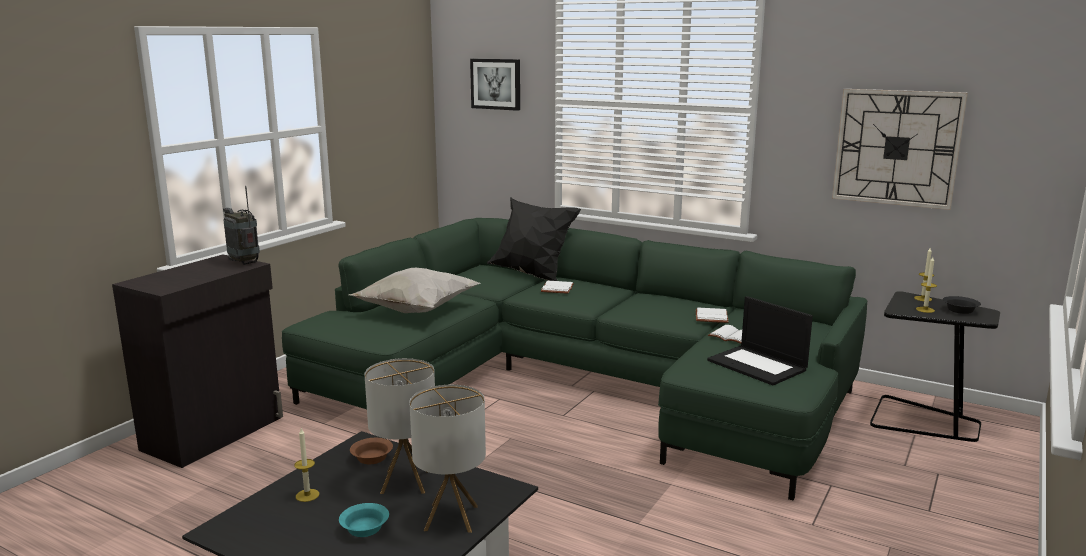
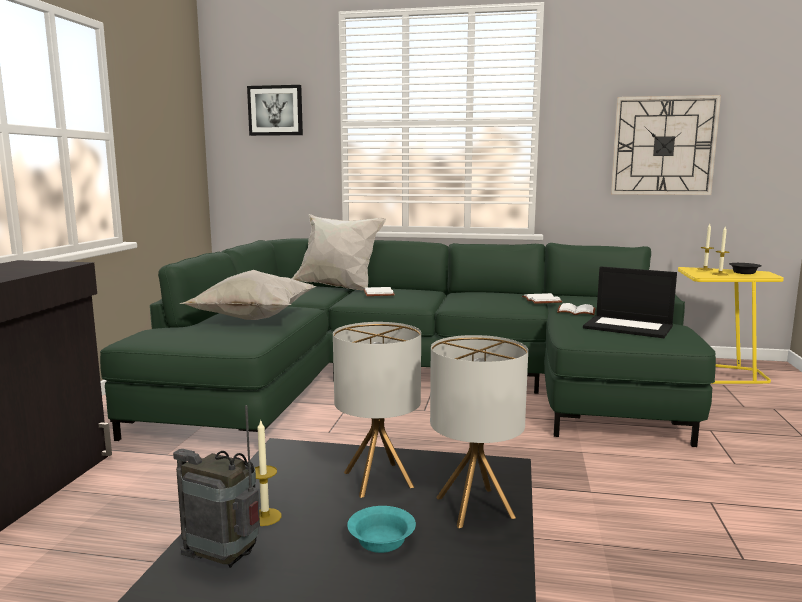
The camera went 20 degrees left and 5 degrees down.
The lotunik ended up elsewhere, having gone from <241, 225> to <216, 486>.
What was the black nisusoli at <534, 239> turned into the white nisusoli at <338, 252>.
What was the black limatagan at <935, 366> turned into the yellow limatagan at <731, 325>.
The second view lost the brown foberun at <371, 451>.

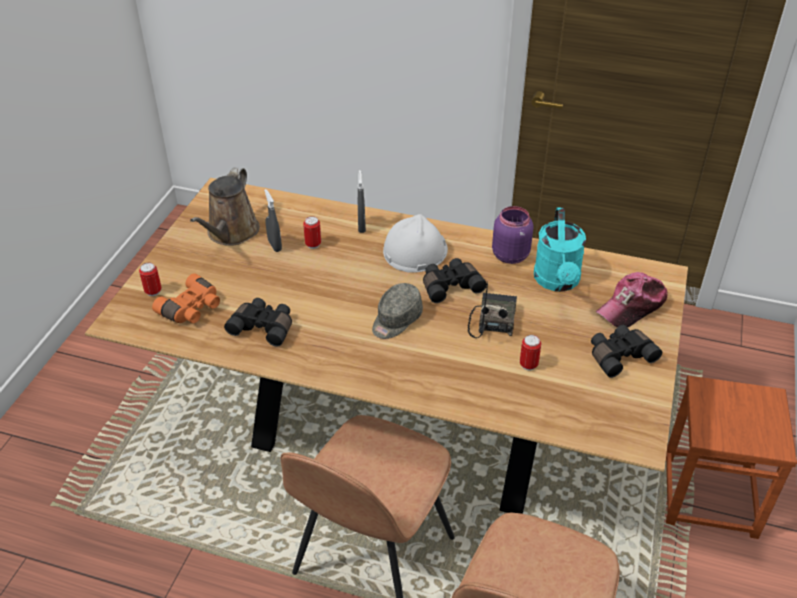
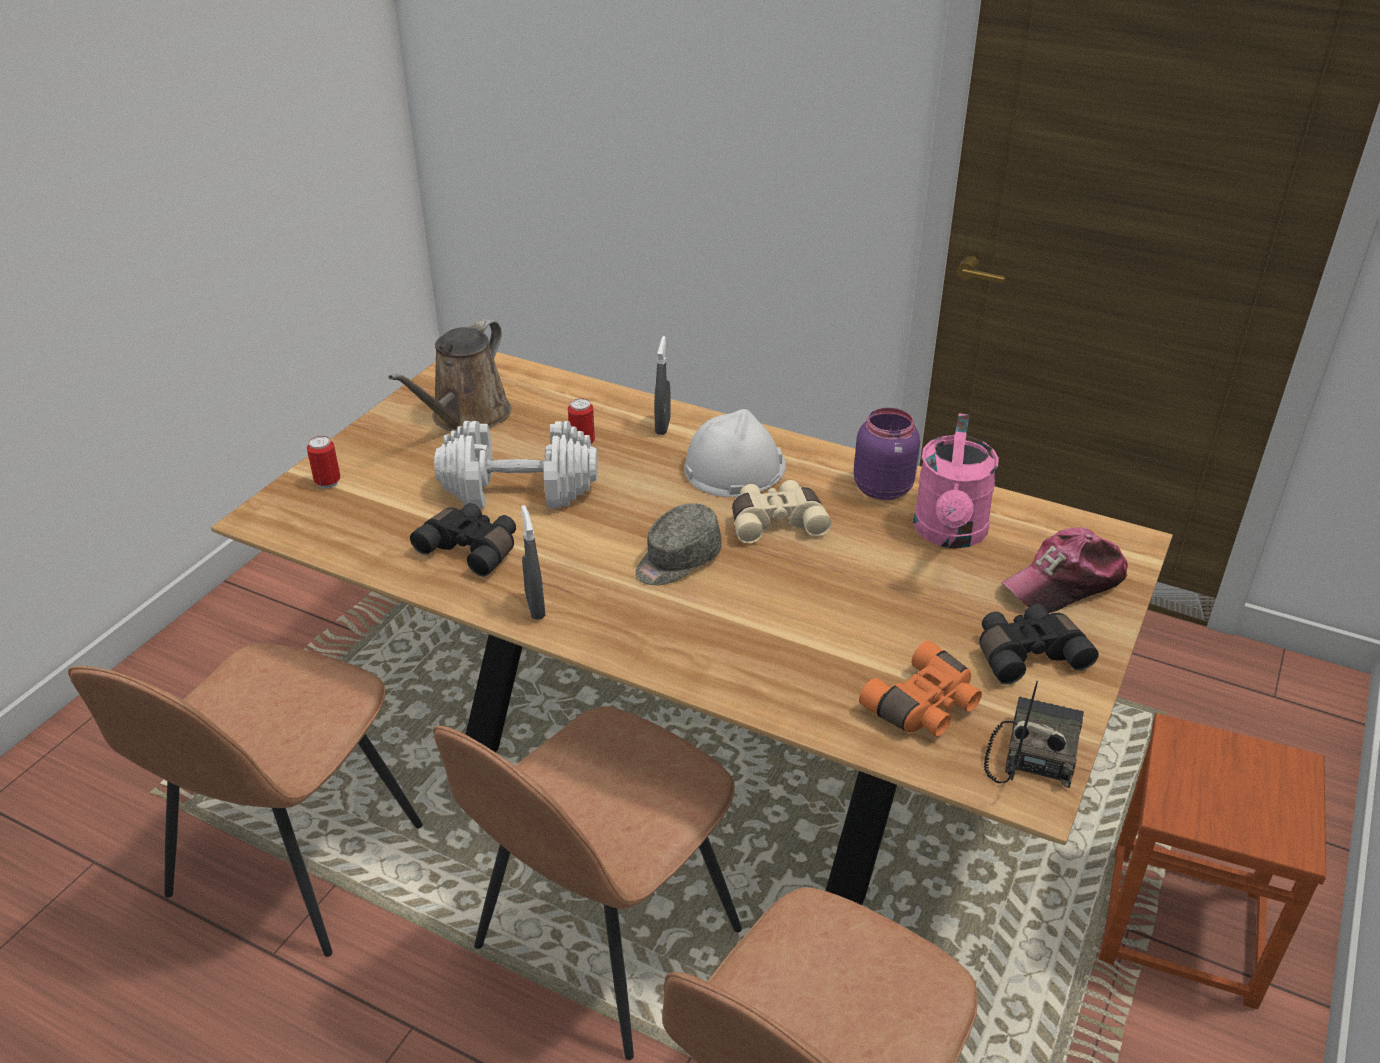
The camera went 10 degrees right and 5 degrees down.
The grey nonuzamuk ended up elsewhere, having gone from <273, 220> to <533, 562>.
What was the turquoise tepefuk at <560, 249> turned into the pink tepefuk at <956, 480>.
What was the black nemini at <455, 280> turned into the beige nemini at <781, 511>.
The orange nemini ended up elsewhere, having gone from <186, 298> to <920, 688>.
The lotunik ended up elsewhere, having gone from <492, 309> to <1034, 734>.
The second view lost the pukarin at <530, 352>.
The second view gained the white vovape at <516, 464>.
The second view gained the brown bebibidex at <245, 800>.

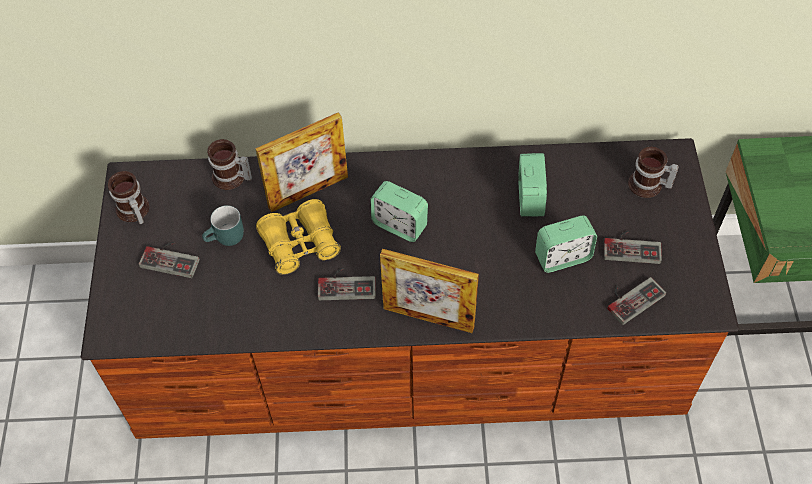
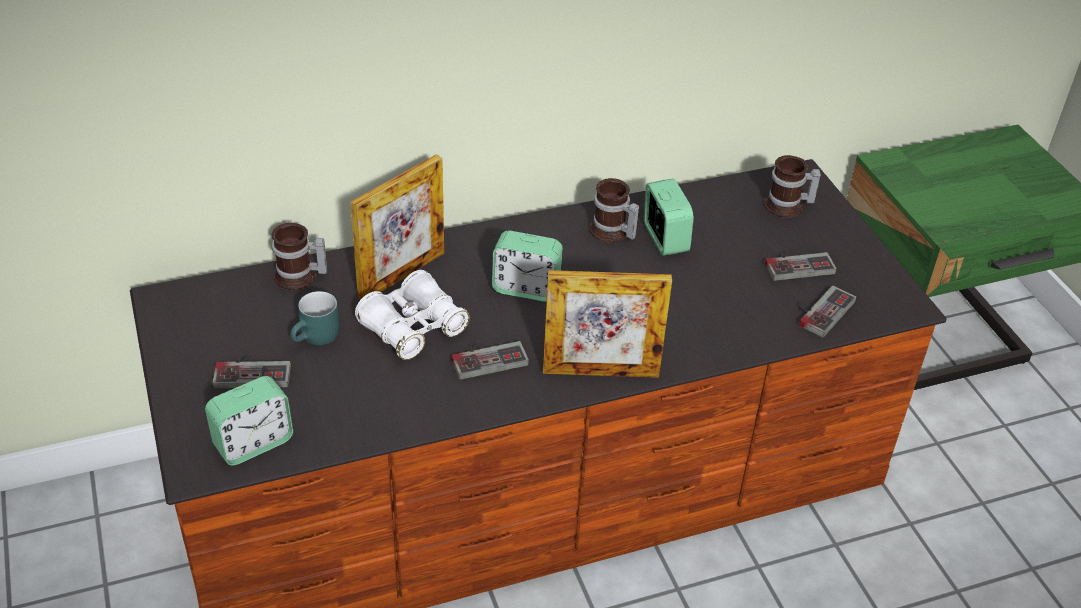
The camera went 20 degrees left and 15 degrees down.
The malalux ended up elsewhere, having gone from <128, 197> to <614, 210>.
What was the yellow nemini at <298, 237> turned into the white nemini at <412, 315>.
The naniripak ended up elsewhere, having gone from <566, 244> to <249, 420>.

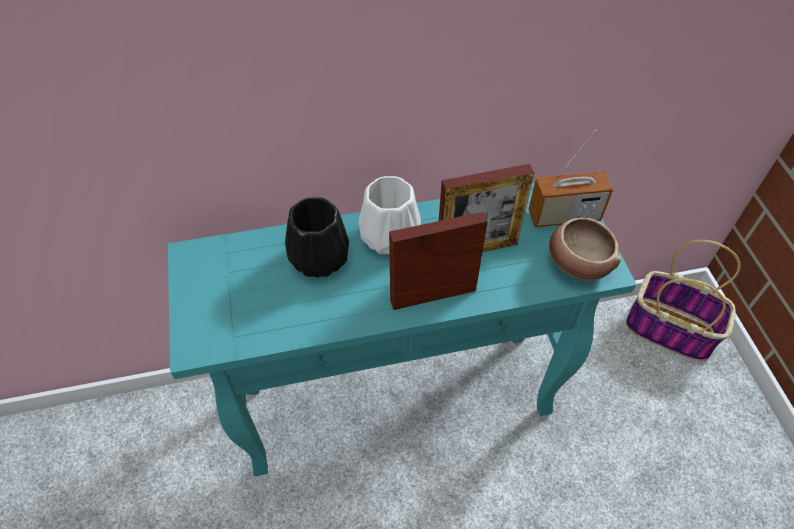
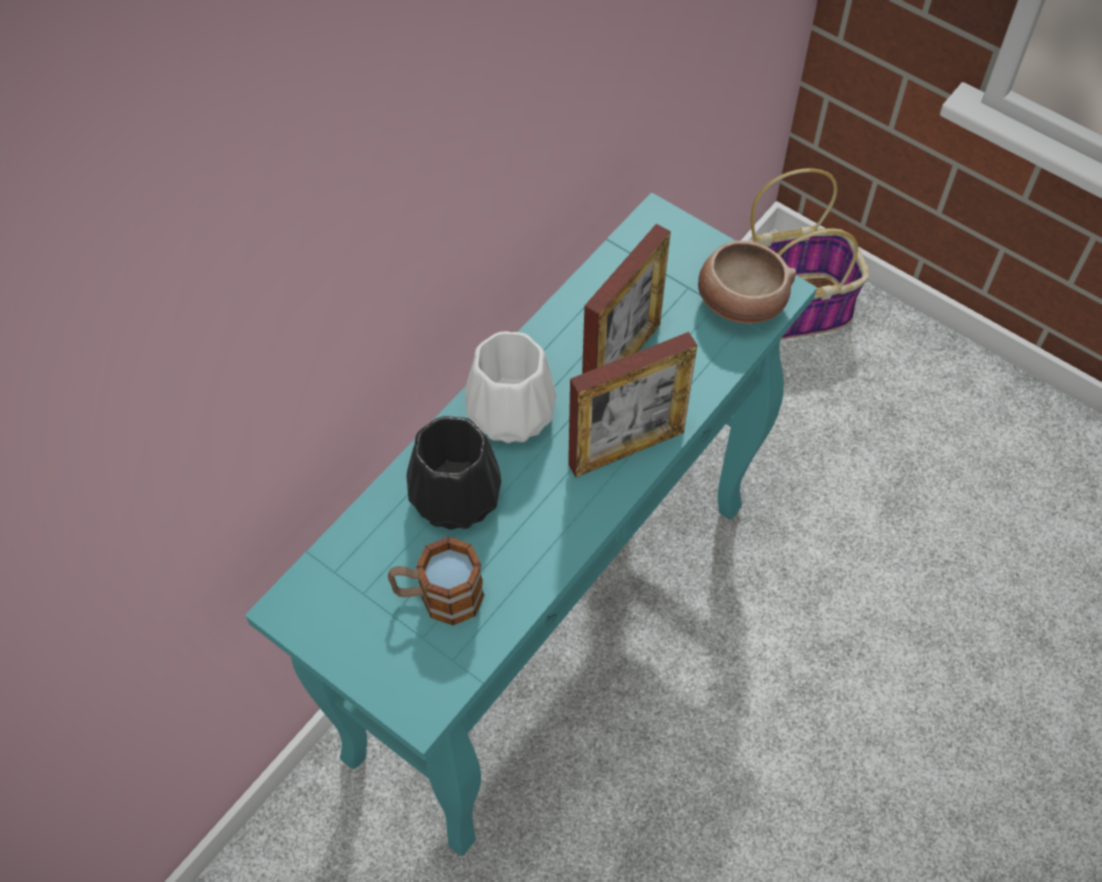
The camera went 40 degrees left and 5 degrees up.
The second view lost the lotunik at <571, 178>.
The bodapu at <438, 261> ended up facing another way, 150 degrees counterclockwise from before.
The second view gained the malalux at <436, 581>.

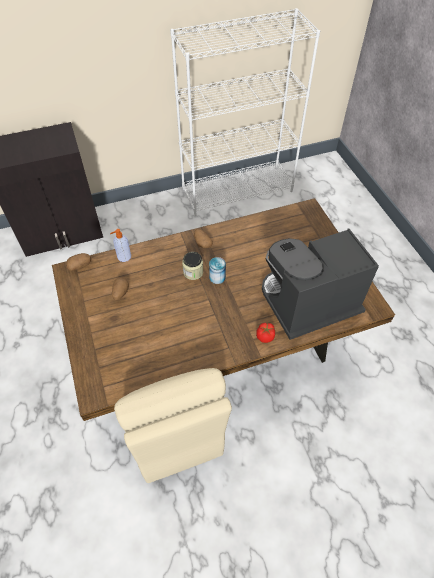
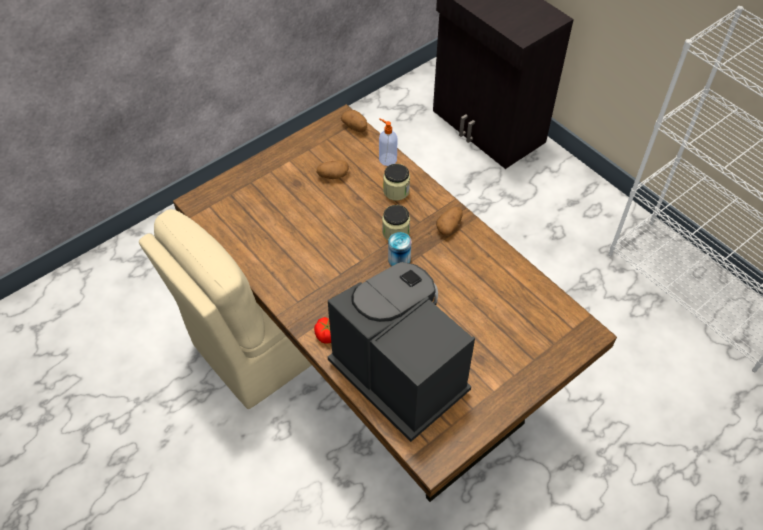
The camera went 70 degrees right and 0 degrees up.
The second view gained the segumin at <396, 182>.

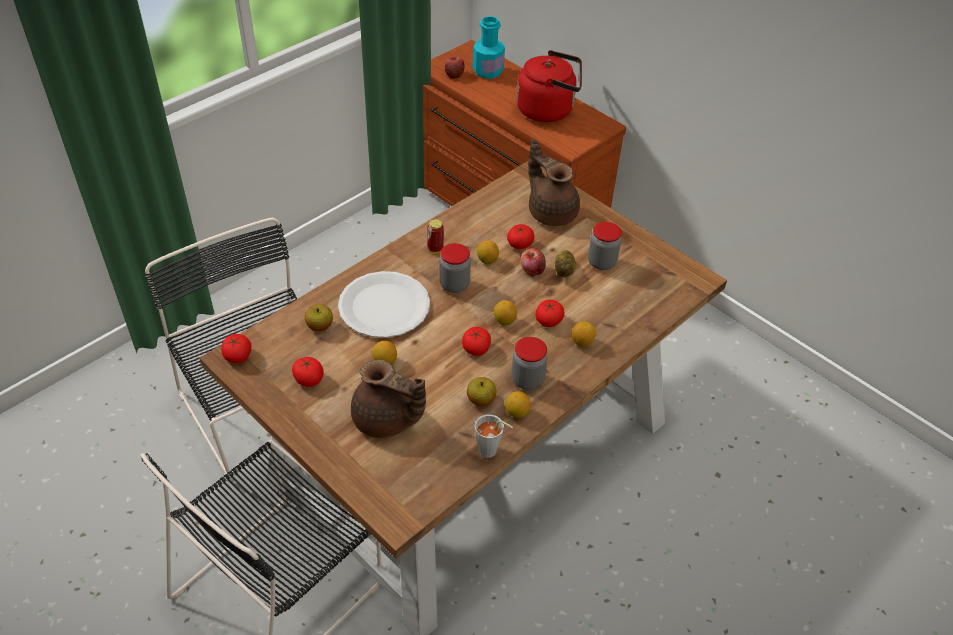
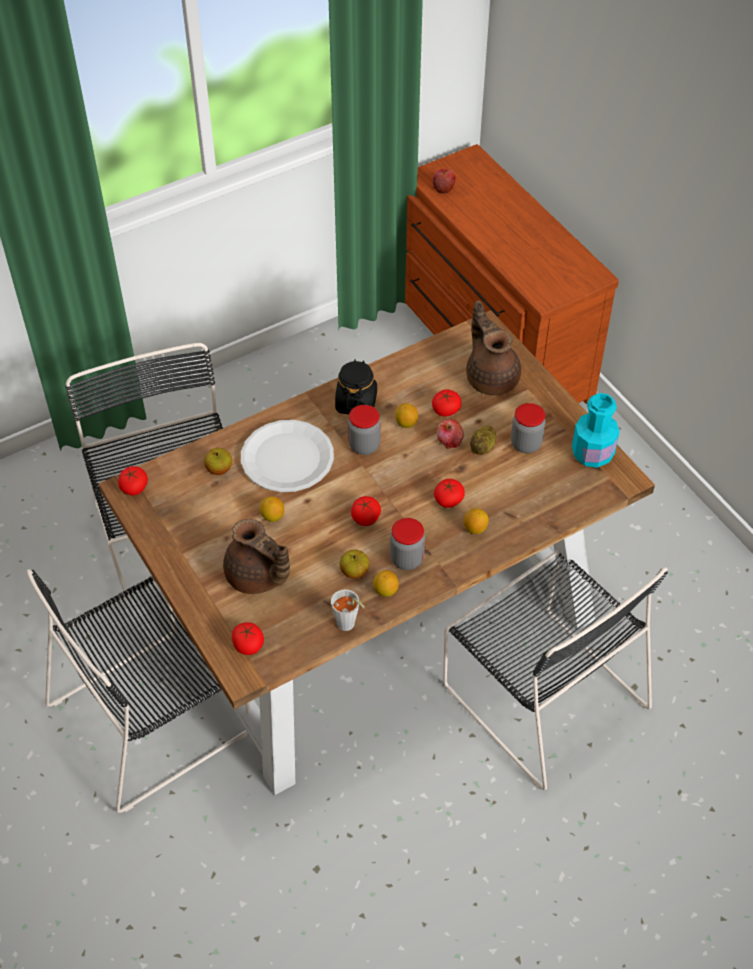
The camera went 15 degrees right and 5 degrees up.
The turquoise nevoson ended up elsewhere, having gone from <489, 47> to <596, 430>.
The second view lost the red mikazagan at <549, 86>.
Where the pukarin stood at <435, 236>, the black segumin came to stand at <356, 387>.
The second view lost the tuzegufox at <505, 312>.
The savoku ended up elsewhere, having gone from <308, 372> to <248, 638>.
The second view gained the black bebibidex at <555, 670>.

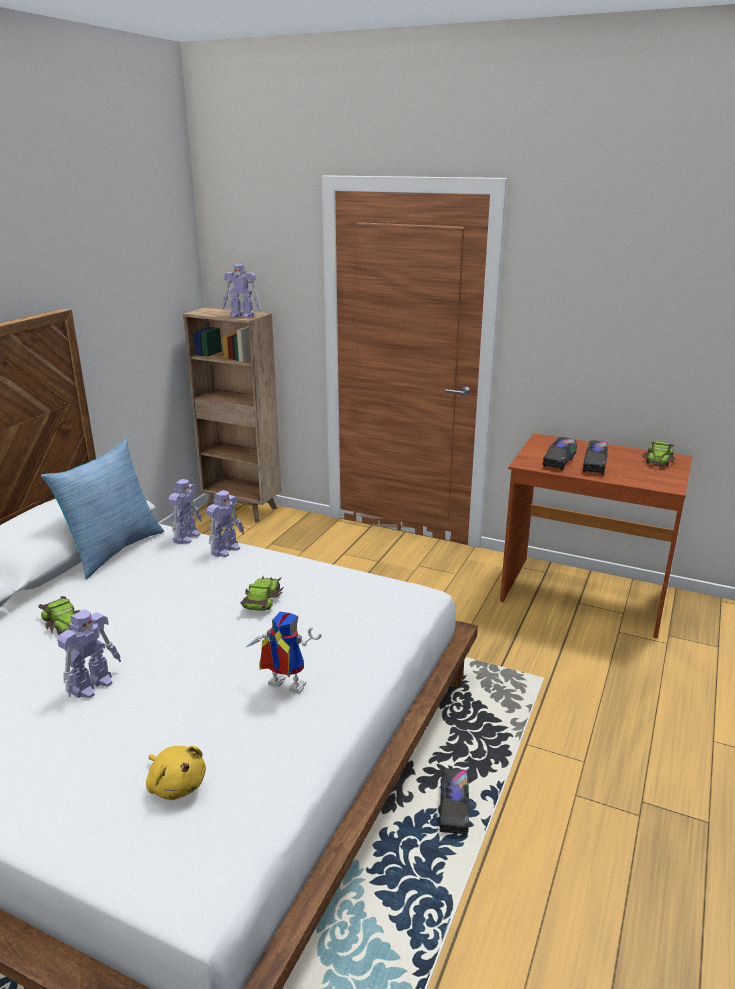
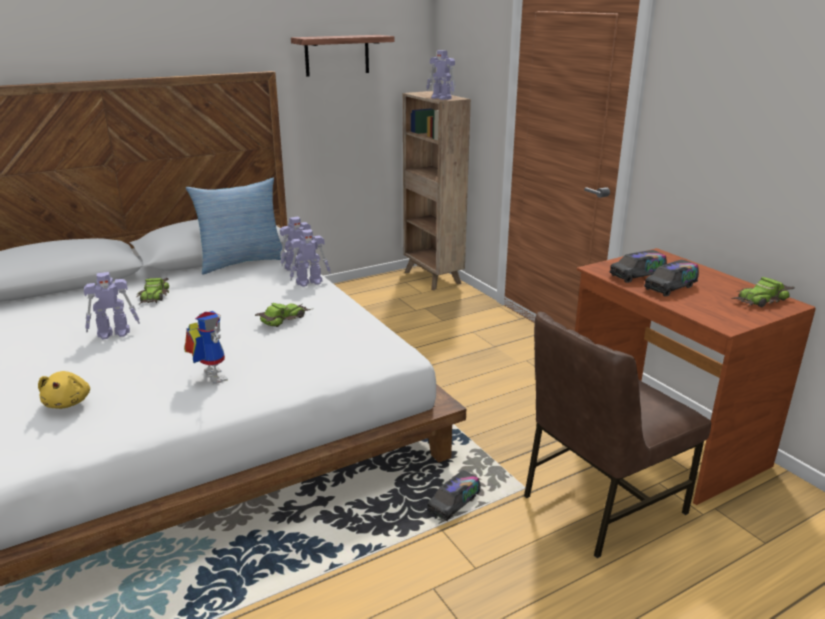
The camera went 35 degrees right and 0 degrees up.
The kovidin ended up elsewhere, having gone from <454, 801> to <454, 495>.
The second view gained the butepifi at <342, 56>.
The second view gained the brown bebibidex at <617, 435>.

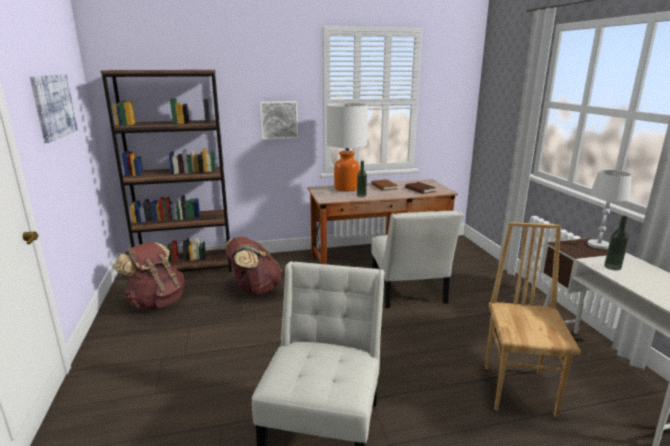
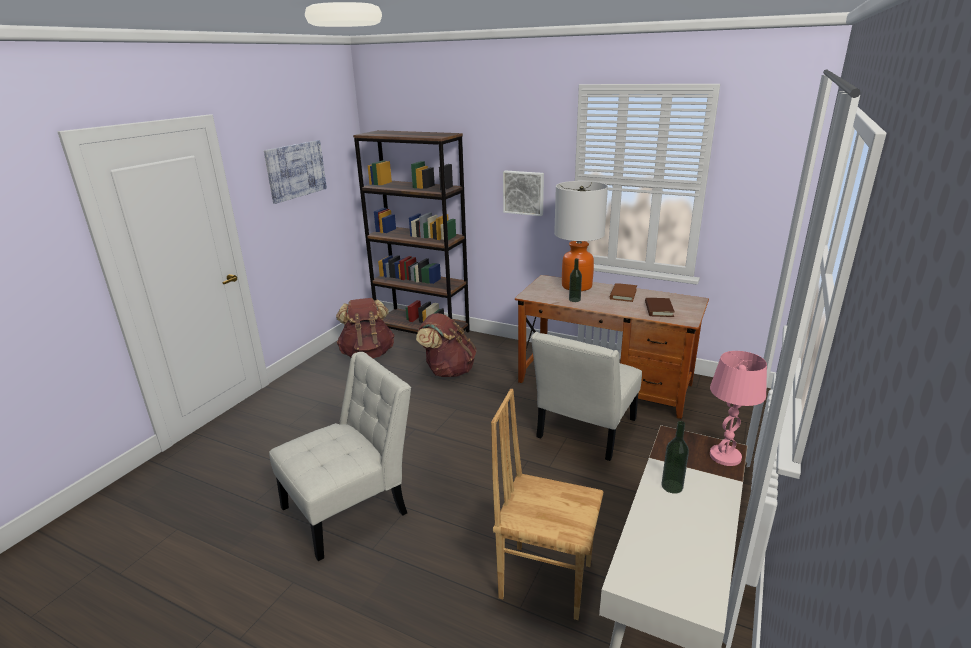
The camera went 40 degrees right and 5 degrees up.
What was the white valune at <609, 209> turned into the pink valune at <738, 408>.
The brown bebibidex at <533, 320> ended up facing another way, 120 degrees counterclockwise from before.

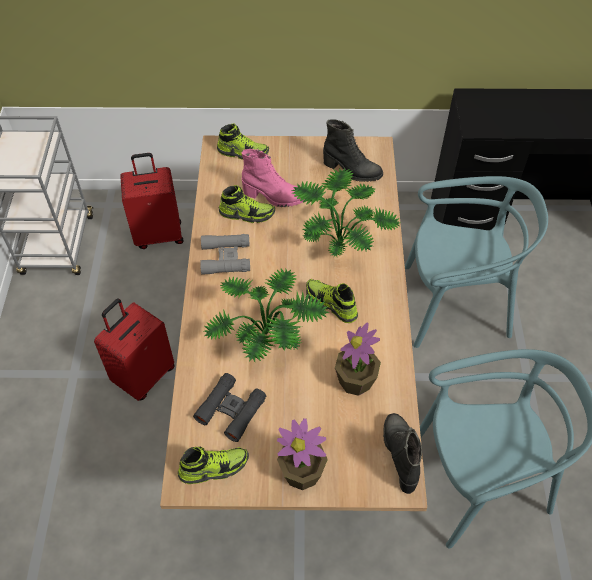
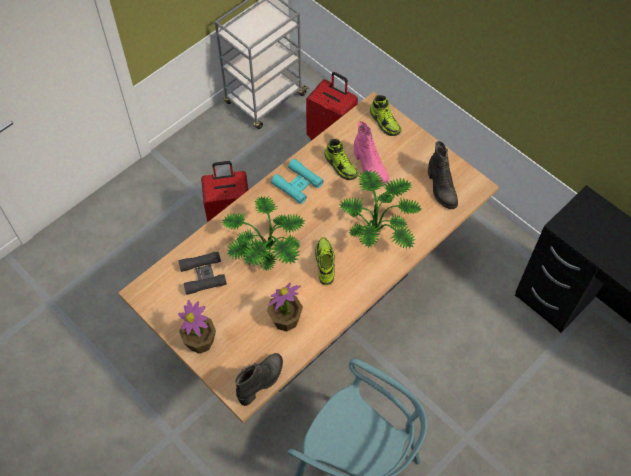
The camera went 45 degrees right and 5 degrees up.
The second view lost the turquoise bebibidex at <476, 262>.
What was the grey nemini at <225, 254> turned into the turquoise nemini at <297, 181>.
The second view lost the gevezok at <213, 465>.

